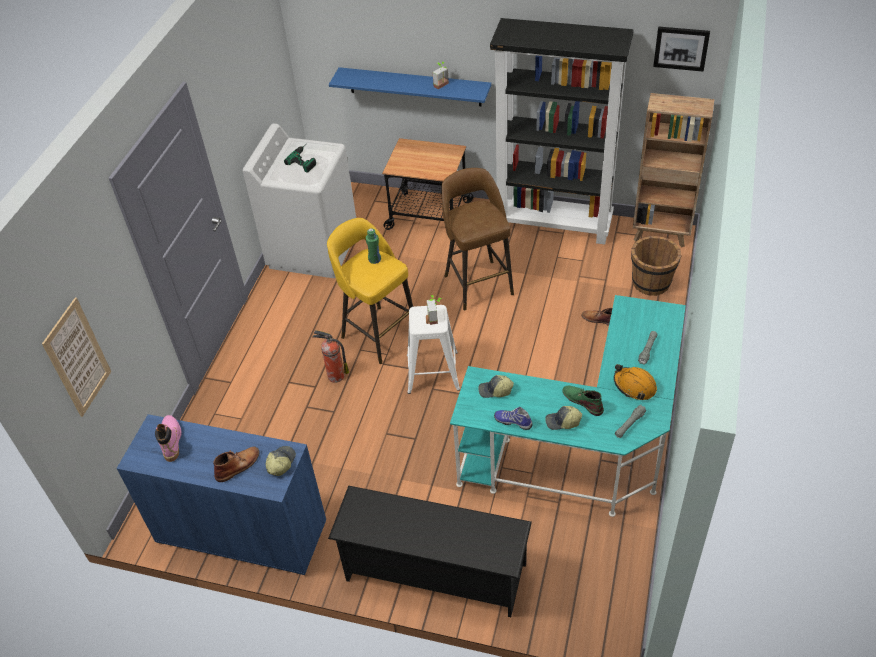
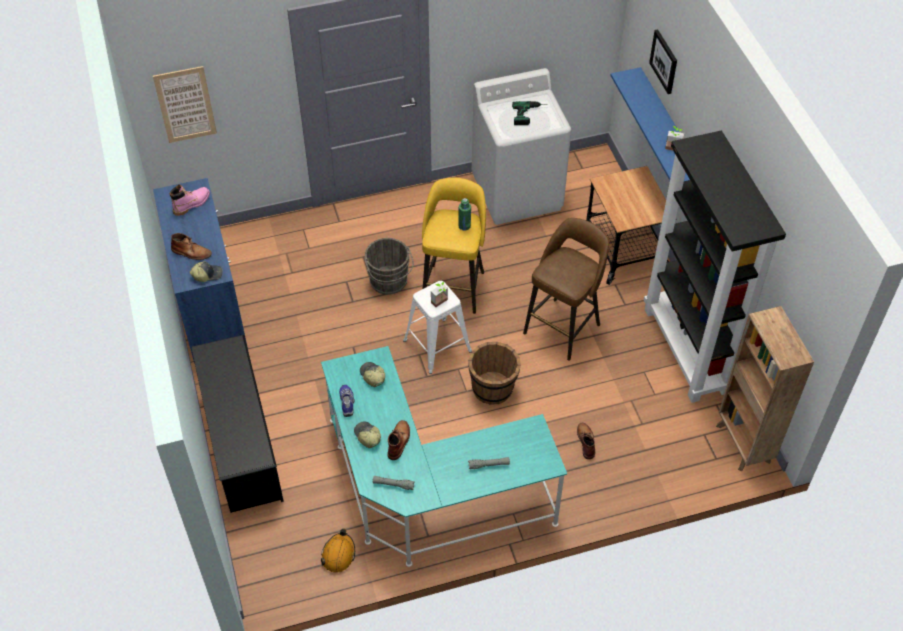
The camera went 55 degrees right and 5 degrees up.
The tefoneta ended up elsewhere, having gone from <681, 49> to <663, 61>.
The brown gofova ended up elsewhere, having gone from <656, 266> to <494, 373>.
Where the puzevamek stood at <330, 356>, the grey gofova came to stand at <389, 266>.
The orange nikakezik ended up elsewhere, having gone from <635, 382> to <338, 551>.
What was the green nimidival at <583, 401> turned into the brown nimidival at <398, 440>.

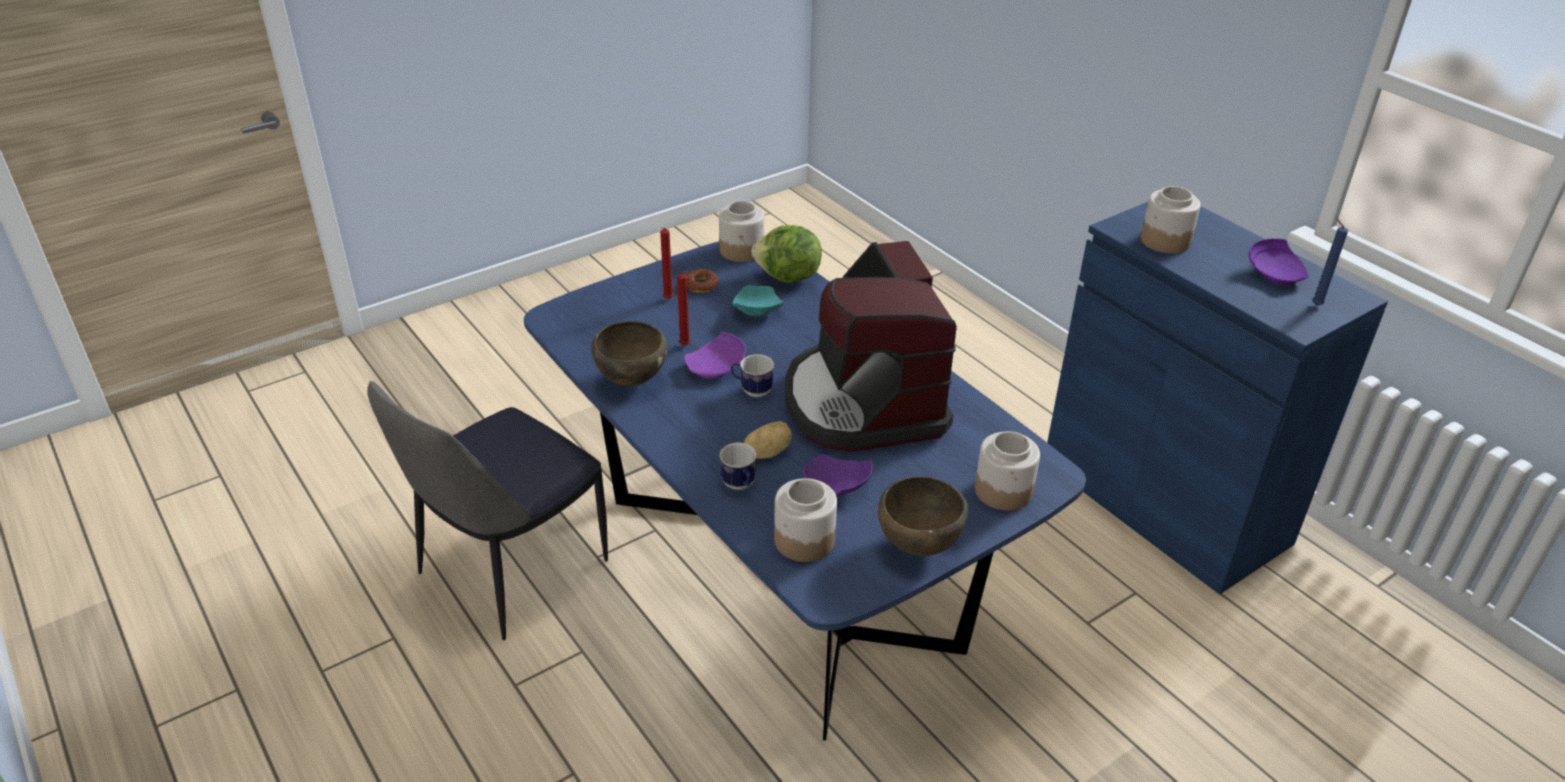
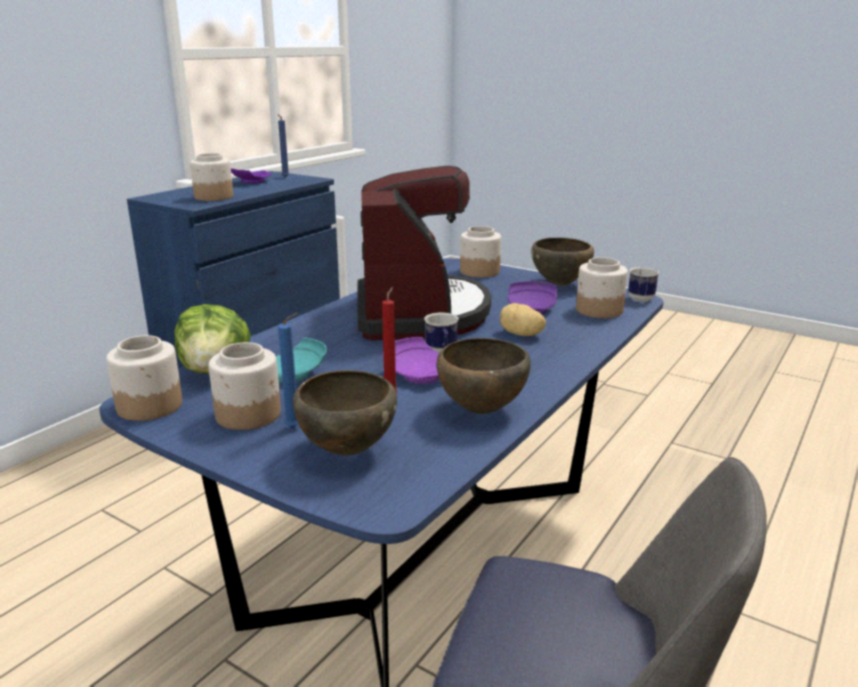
The camera went 110 degrees left and 15 degrees down.
What was the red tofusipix at <667, 263> turned into the blue tofusipix at <288, 370>.
The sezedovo at <871, 346> ended up facing another way, 60 degrees counterclockwise from before.
Where the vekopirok stood at <702, 281>, the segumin came to stand at <245, 386>.
The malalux ended up elsewhere, having gone from <738, 466> to <643, 284>.
The second view gained the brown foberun at <345, 413>.

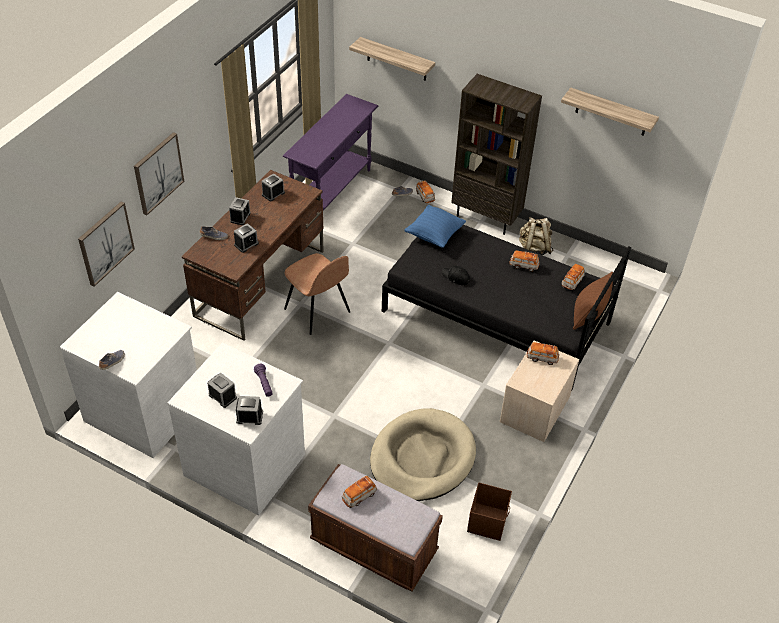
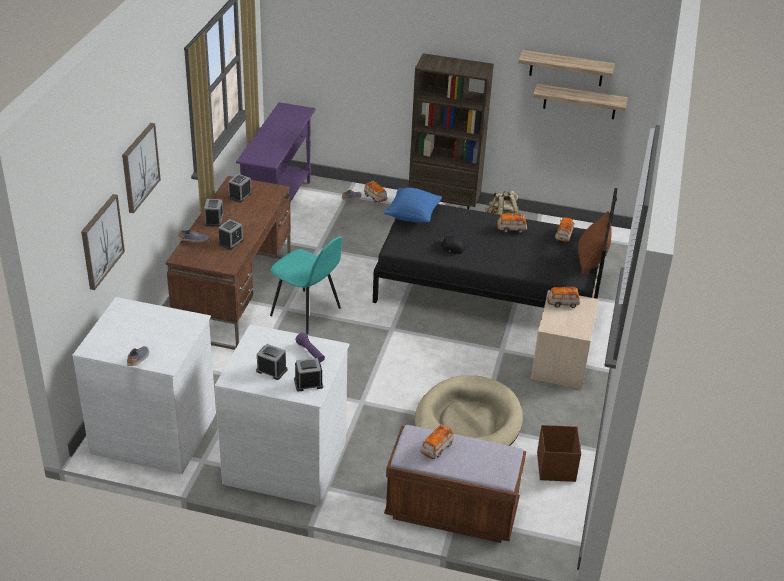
The camera went 15 degrees left and 10 degrees down.
The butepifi ended up elsewhere, having gone from <392, 59> to <580, 101>.
What was the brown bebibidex at <317, 294> turned into the turquoise bebibidex at <306, 285>.

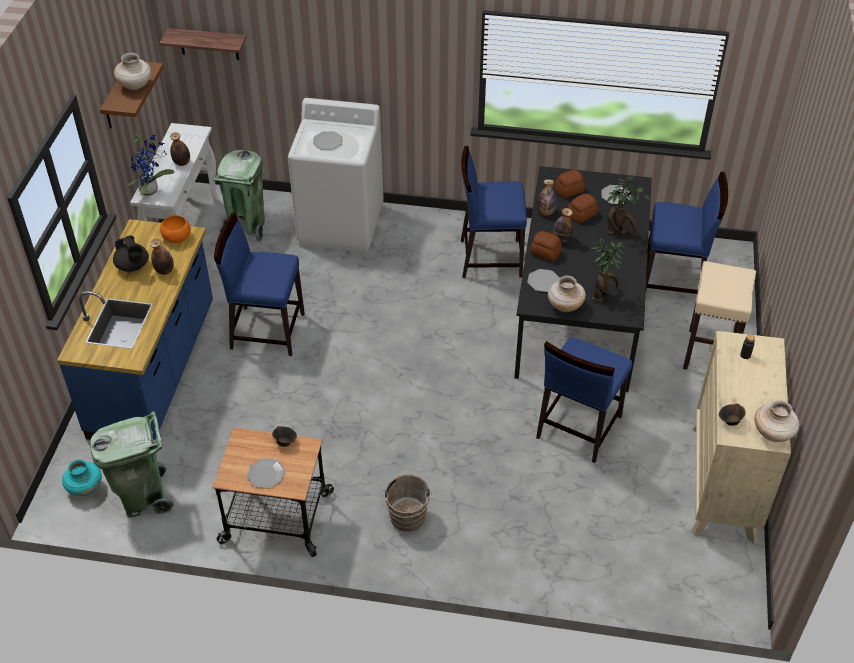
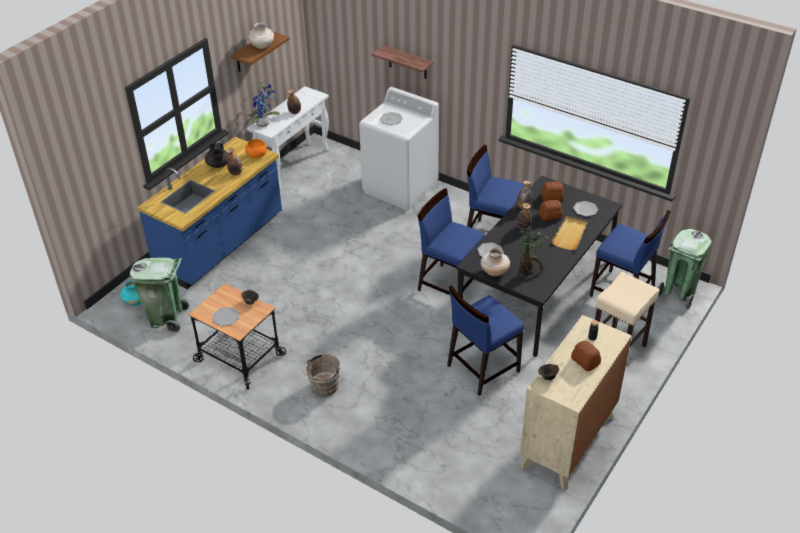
The camera went 25 degrees right and 5 degrees down.
The butepifi ended up elsewhere, having gone from <203, 44> to <402, 62>.
The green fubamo ended up elsewhere, having gone from <239, 196> to <685, 269>.
Where the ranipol stood at <628, 206>, the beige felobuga came to stand at <569, 233>.
The blue bebibidex ended up elsewhere, having gone from <259, 284> to <451, 241>.
The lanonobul ended up elsewhere, having gone from <546, 246> to <586, 356>.
The second view lost the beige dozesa at <776, 421>.

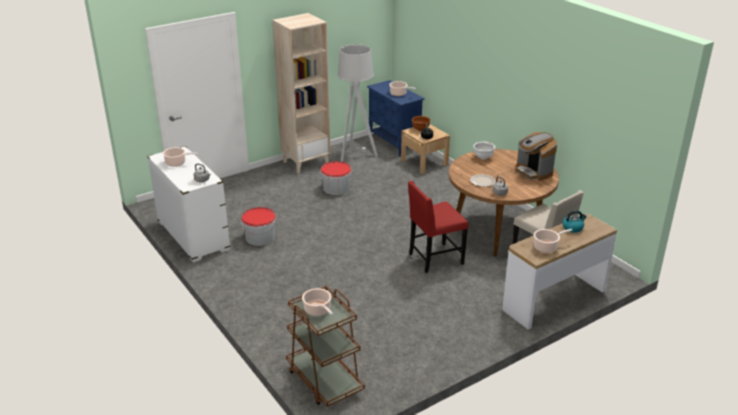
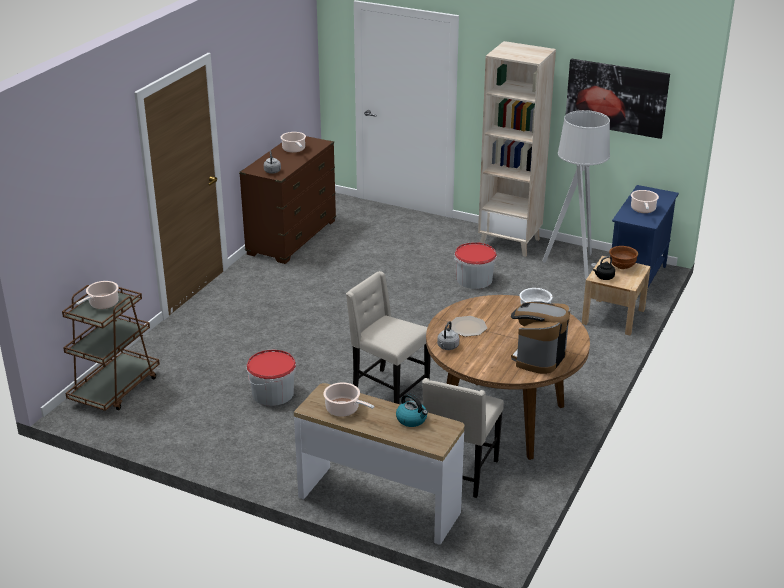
The camera went 60 degrees right and 0 degrees up.
What was the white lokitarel at <188, 204> turned into the brown lokitarel at <287, 200>.
What was the red bebibidex at <438, 227> turned into the beige bebibidex at <388, 337>.
The gofova ended up elsewhere, having gone from <258, 226> to <271, 378>.
The second view gained the tefoneta at <618, 99>.

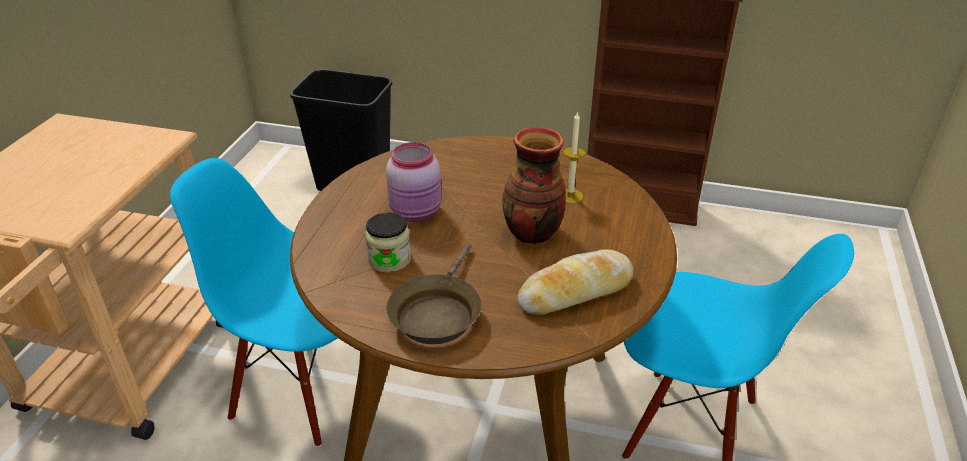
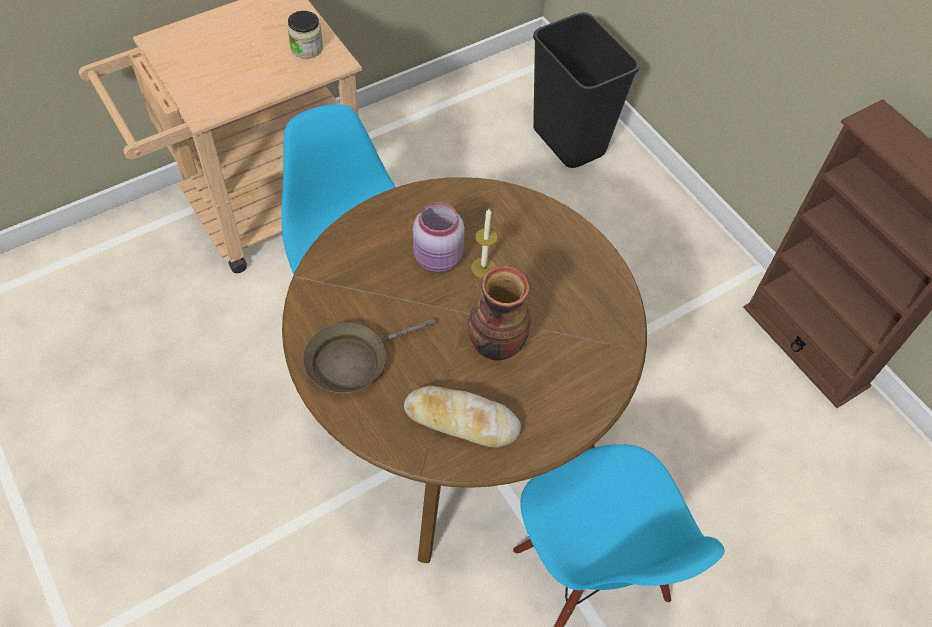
The camera went 40 degrees right and 20 degrees up.
The tofusipix ended up elsewhere, having gone from <574, 157> to <484, 243>.
The segumin ended up elsewhere, having gone from <388, 243> to <305, 35>.

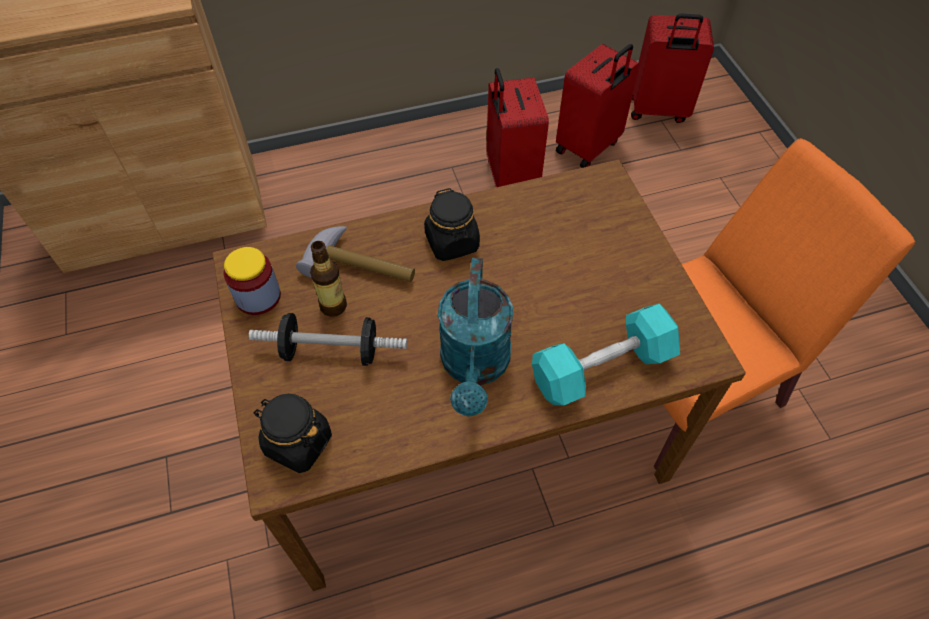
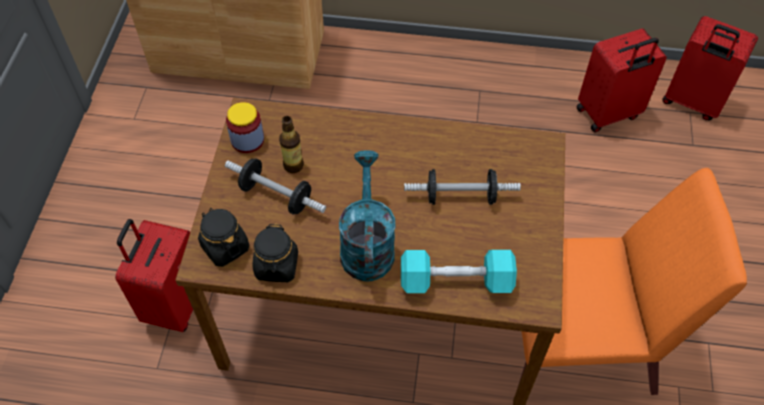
The camera went 25 degrees right and 0 degrees up.
The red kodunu ended up elsewhere, having gone from <517, 127> to <154, 275>.
The black segumin ended up elsewhere, having gone from <452, 224> to <275, 252>.
The second view lost the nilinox at <355, 254>.
The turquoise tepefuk at <475, 337> ended up facing another way, 150 degrees clockwise from before.
The second view gained the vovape at <462, 187>.

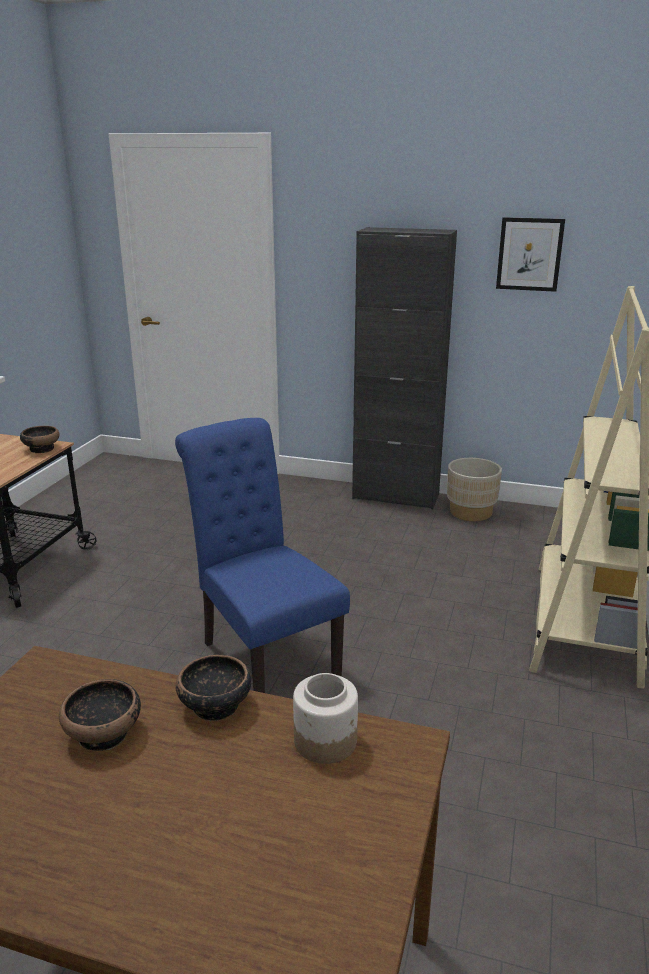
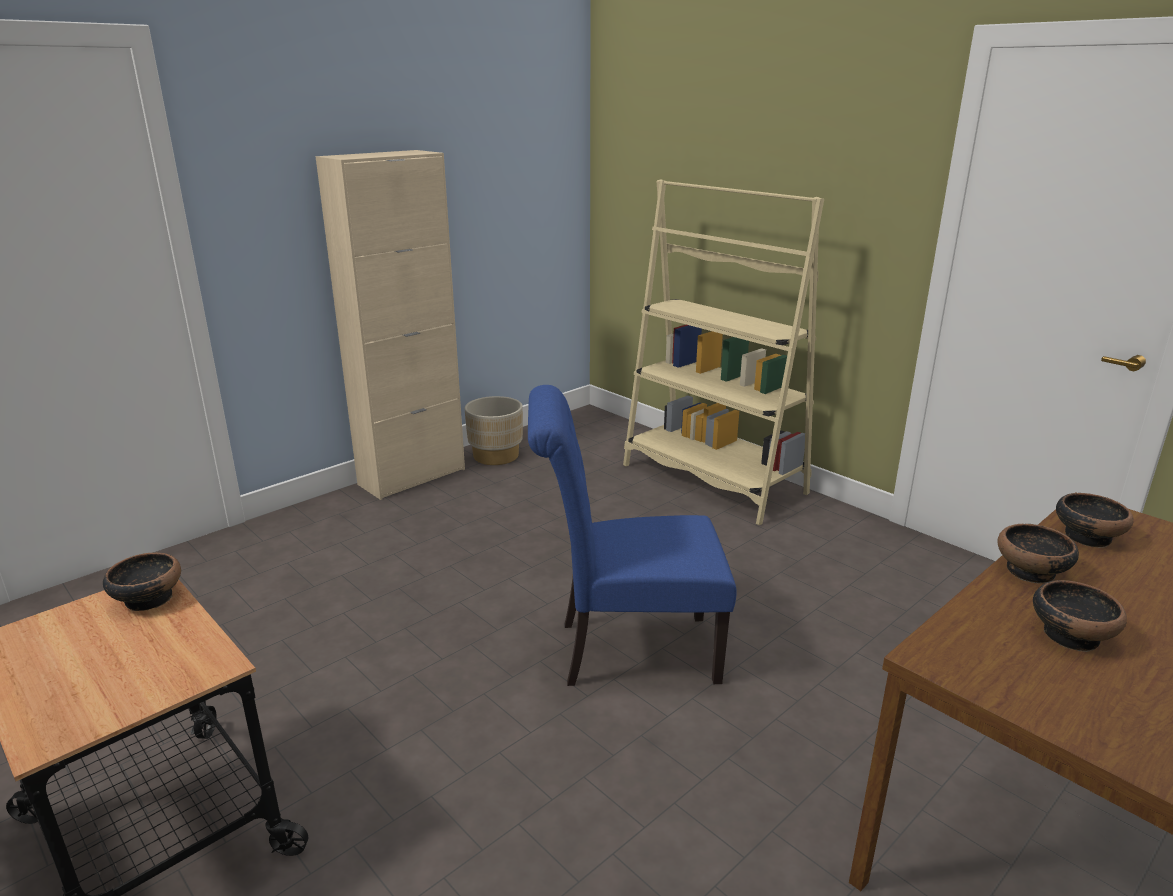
The camera went 60 degrees left and 0 degrees up.
The second view lost the tefoneta at <530, 254>.
What was the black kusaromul at <404, 368> turned into the beige kusaromul at <390, 325>.
Where the segumin stood at <325, 718>, the foberun came to stand at <1095, 520>.

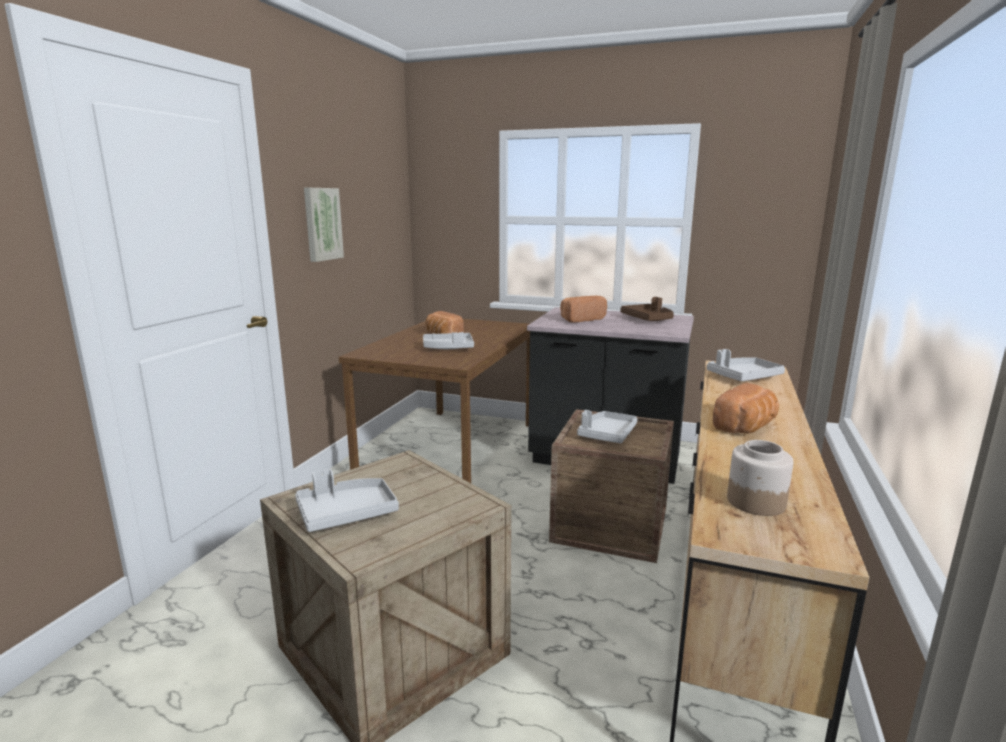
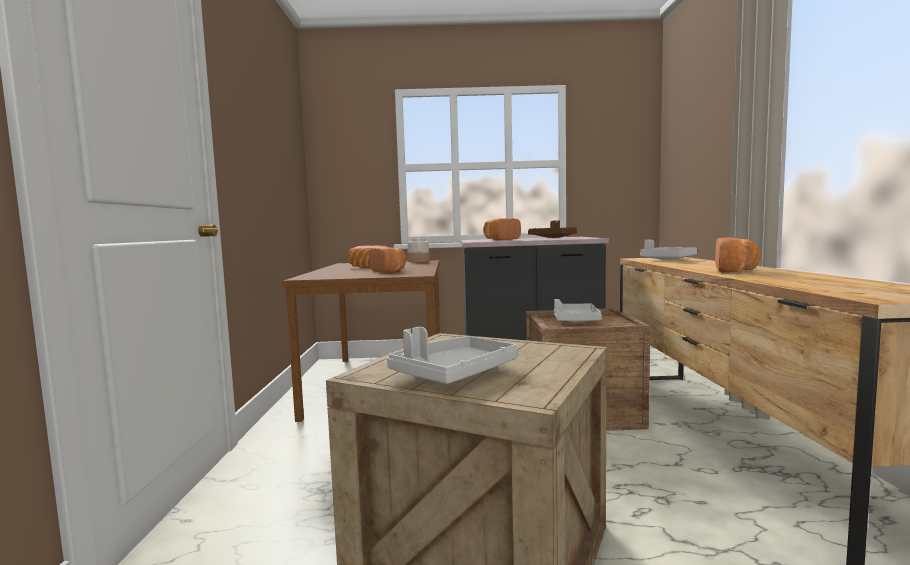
The camera went 20 degrees left and 10 degrees down.
The second view lost the tefoneta at <324, 225>.
Where the grey felobuga stood at <448, 340>, the lanonobul came to stand at <387, 260>.
The segumin ended up elsewhere, having gone from <760, 478> to <418, 250>.

